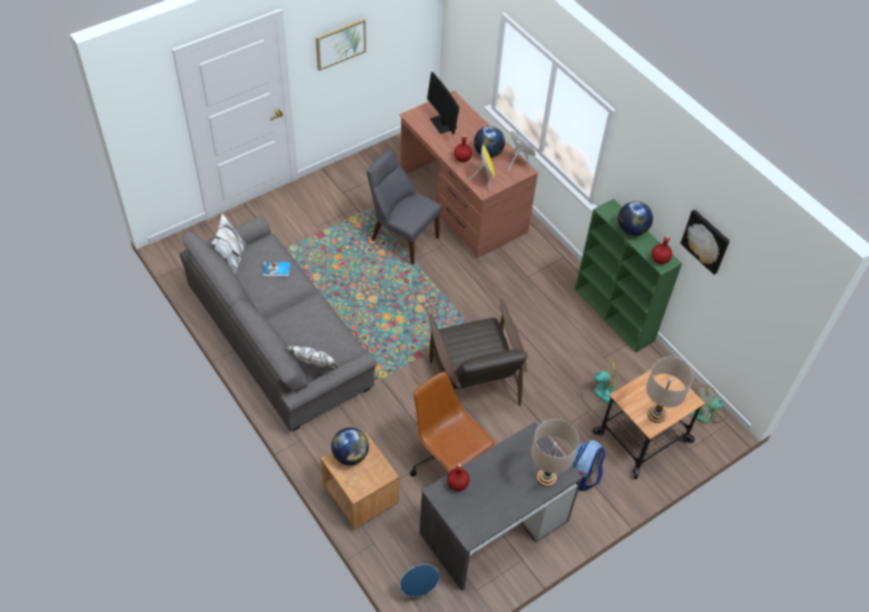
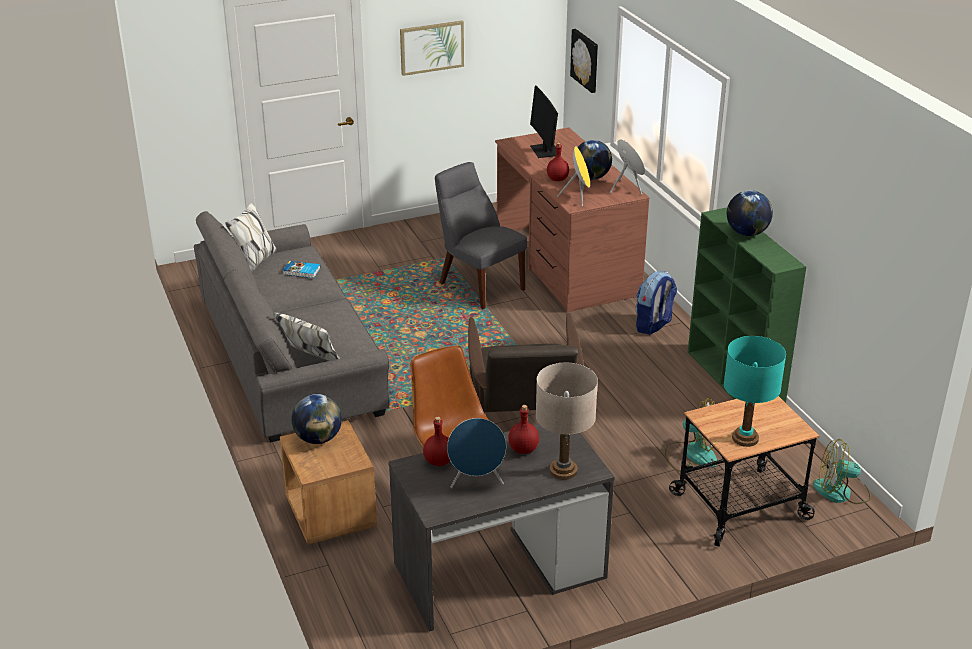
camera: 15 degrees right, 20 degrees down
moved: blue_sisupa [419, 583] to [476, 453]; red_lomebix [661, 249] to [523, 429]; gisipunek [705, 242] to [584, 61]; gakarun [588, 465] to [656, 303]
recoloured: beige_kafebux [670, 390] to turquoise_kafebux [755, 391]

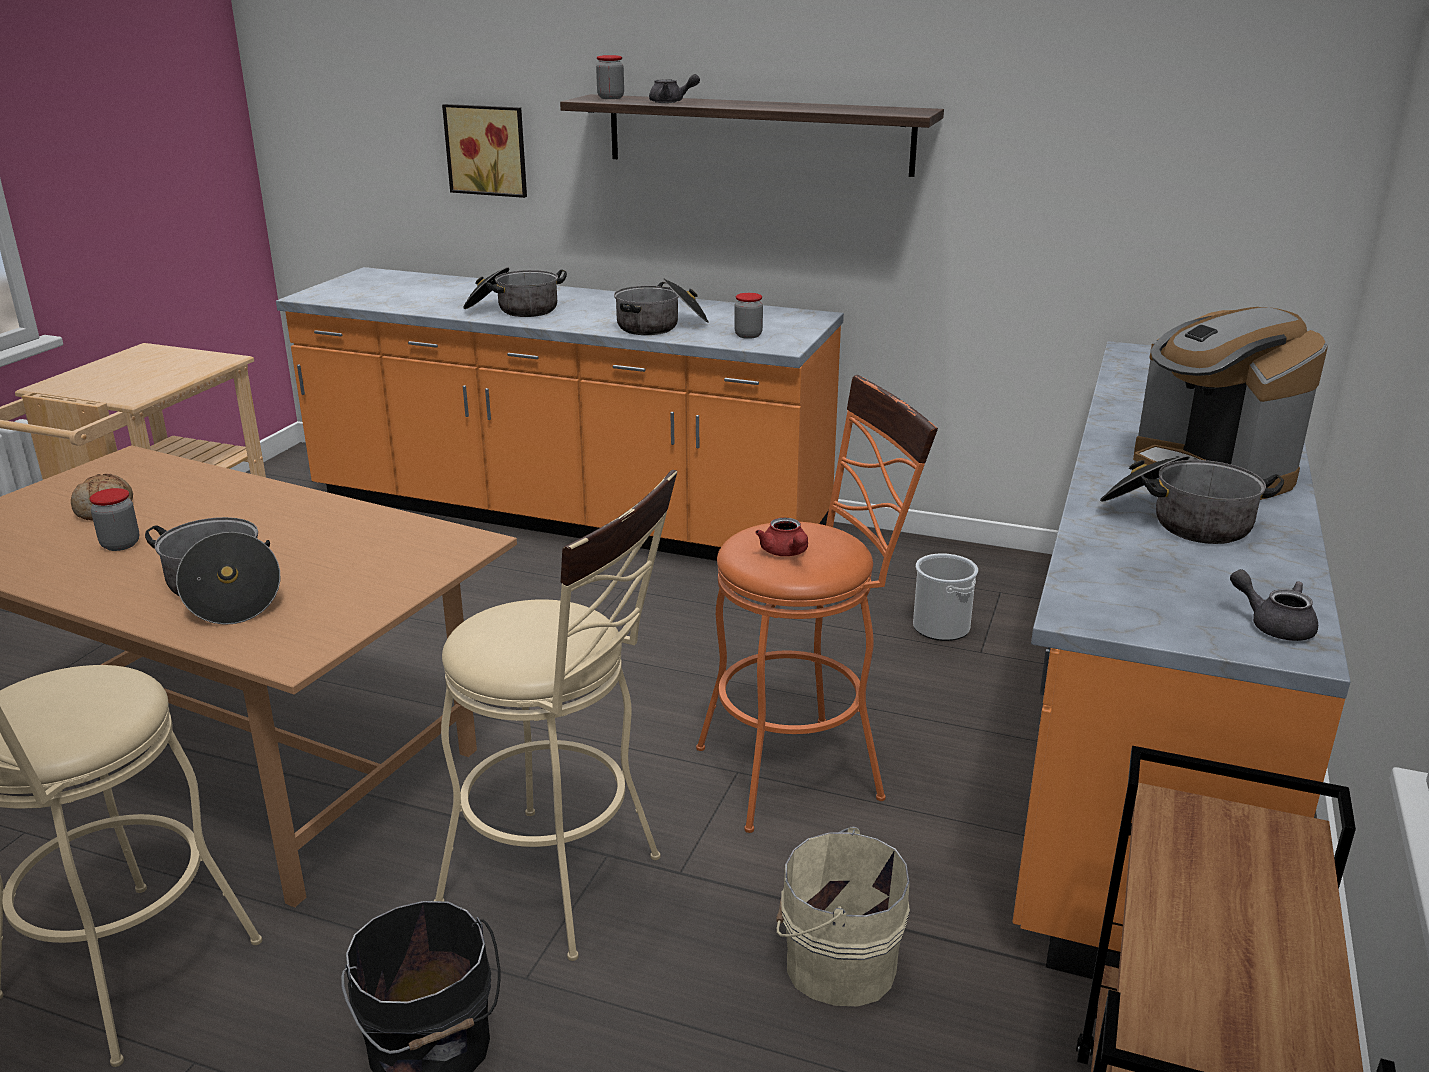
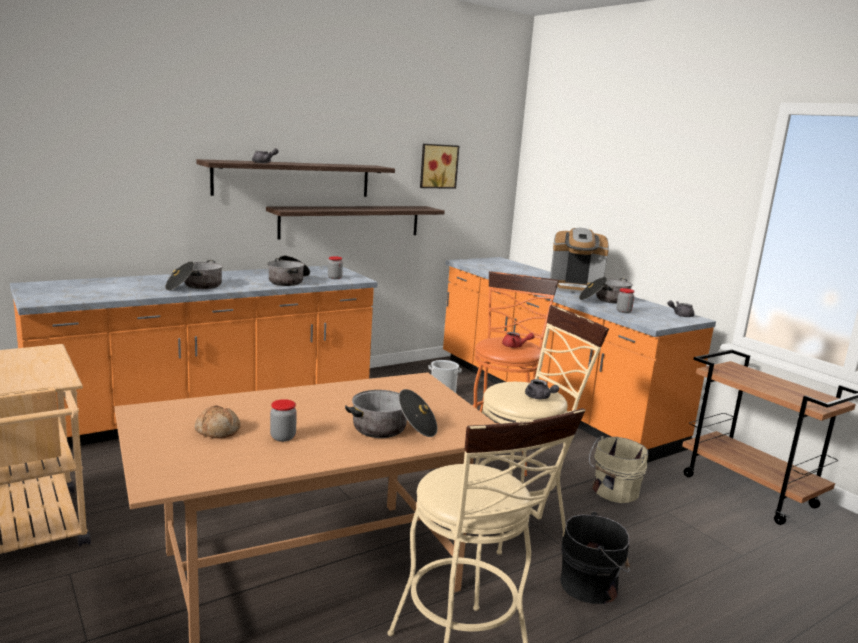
camera: 55 degrees left, 10 degrees down
added: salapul [355, 223]; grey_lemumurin [542, 389]
moved: gisipunek [484, 151] to [439, 166]; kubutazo [610, 77] to [625, 300]

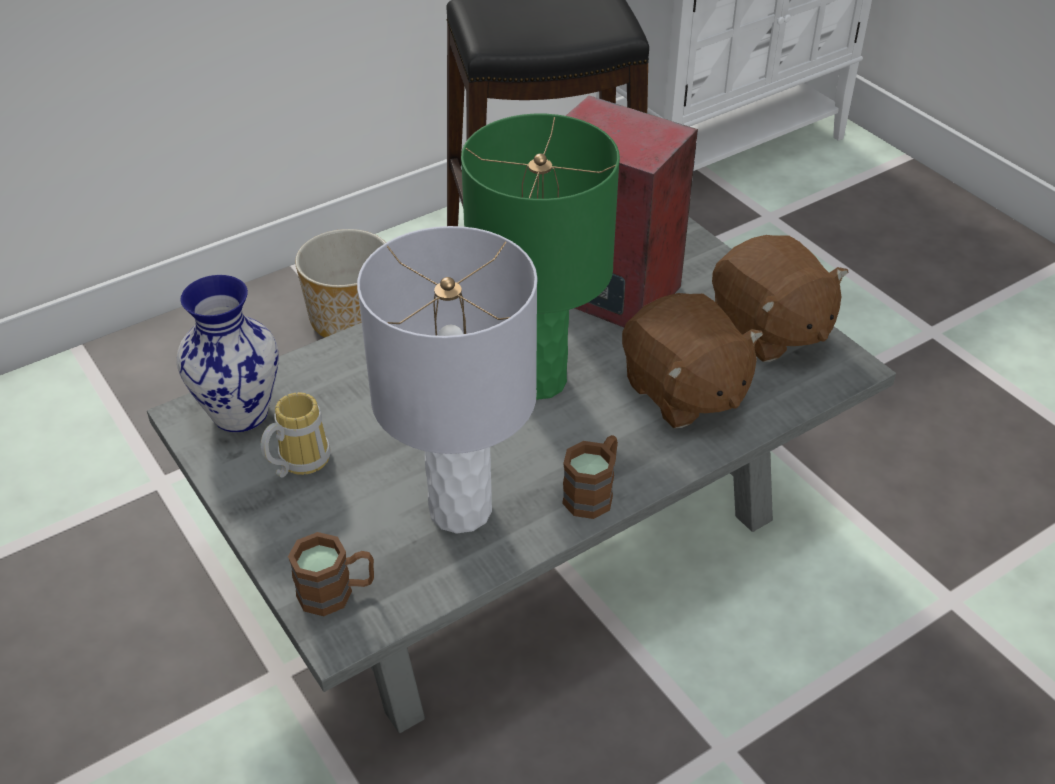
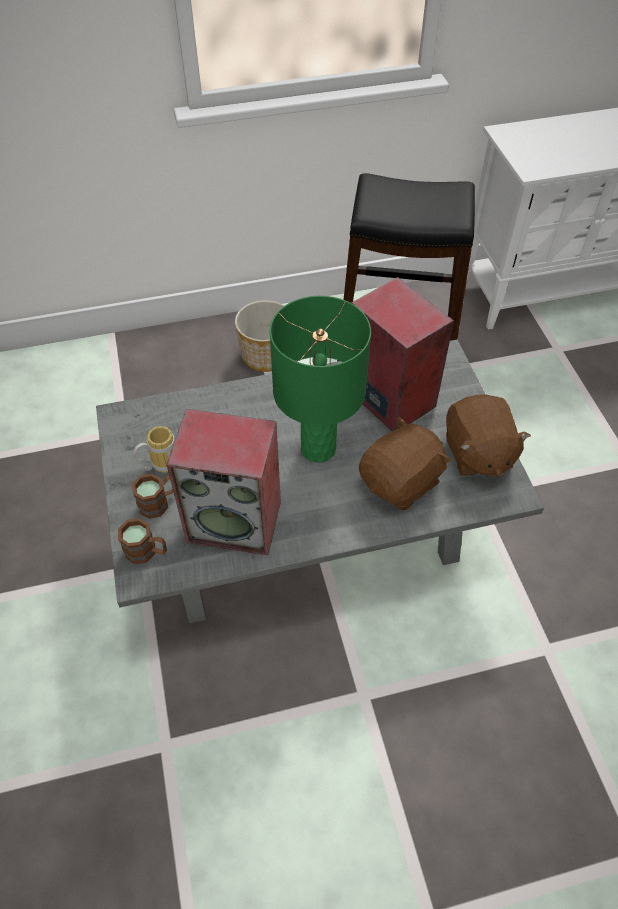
camera: 20 degrees right, 10 degrees up
removed: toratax [228, 353]
moved: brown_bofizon [590, 477] to [153, 496]
replaced: grey_kafebux [447, 380] to sisupa [223, 482]
turned: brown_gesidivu [692, 360] = [405, 463] 120 degrees counterclockwise

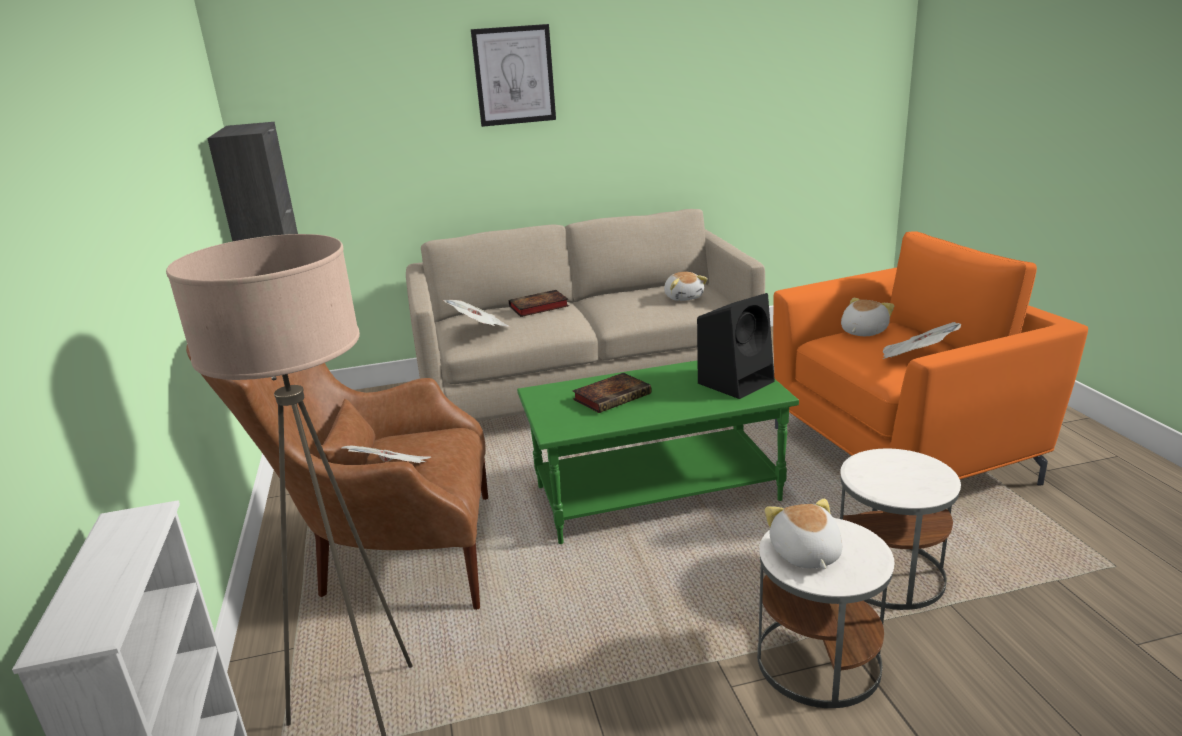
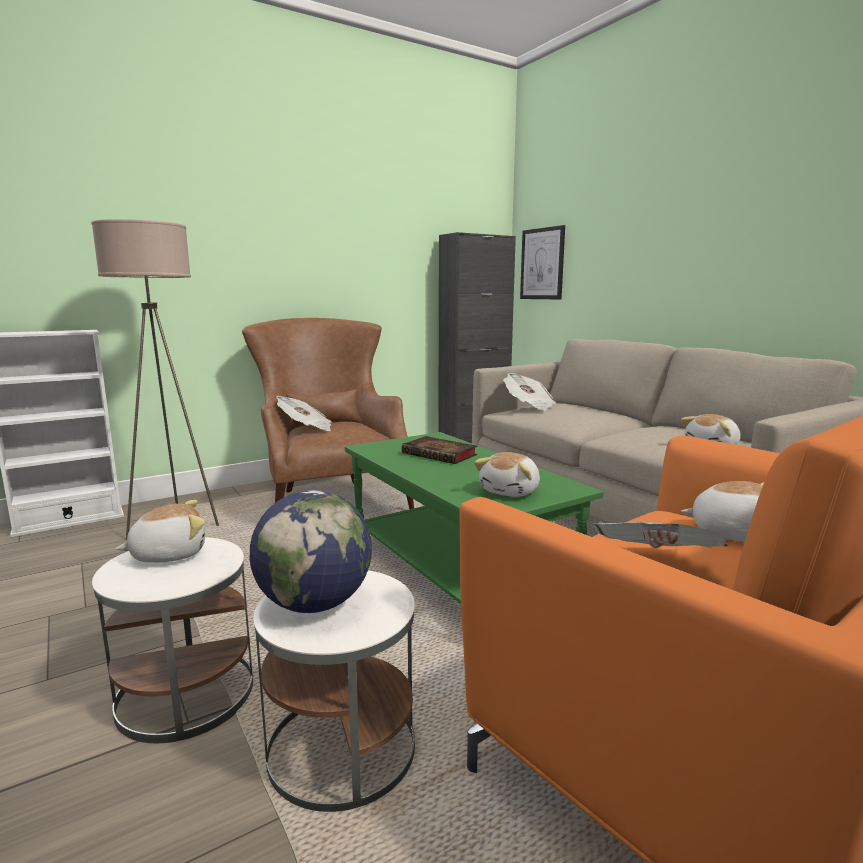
camera: 70 degrees right, 10 degrees down
removed: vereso [539, 303]
added: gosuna [311, 551]
moved: gisipunek [513, 75] to [542, 262]
replaced: black_sisupa [736, 346] to gesidivu [507, 474]

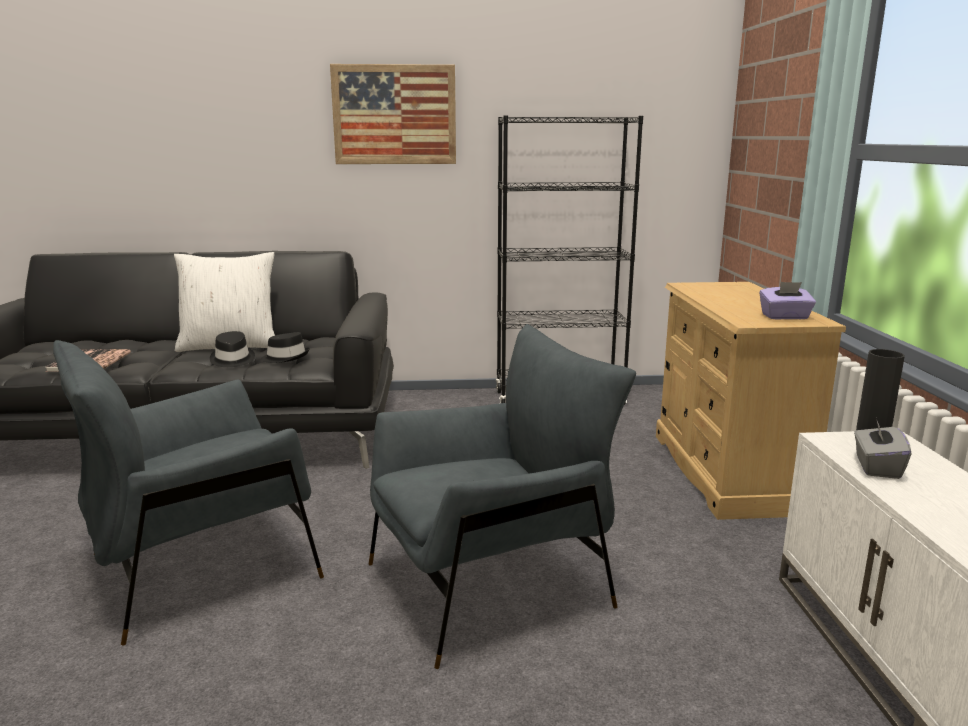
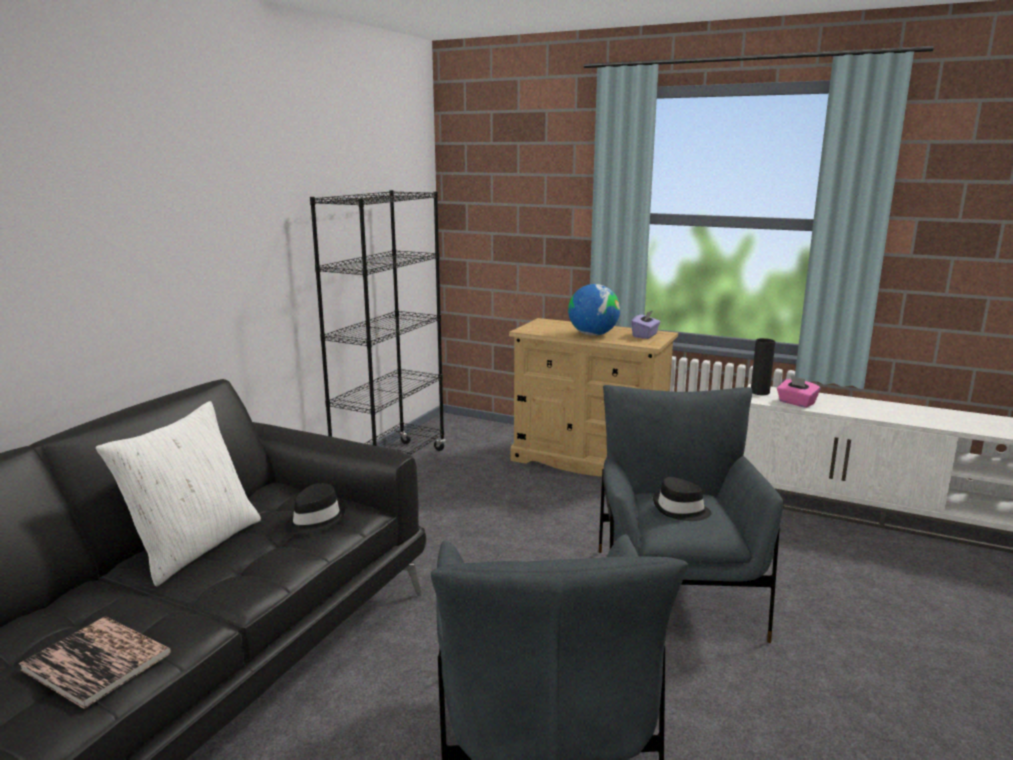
camera: 60 degrees left, 0 degrees up
removed: gisipunek [393, 114]
added: gosuna [594, 310]
moved: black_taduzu [232, 349] to [682, 499]
recoloured: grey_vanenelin [882, 449] to pink_vanenelin [798, 392]

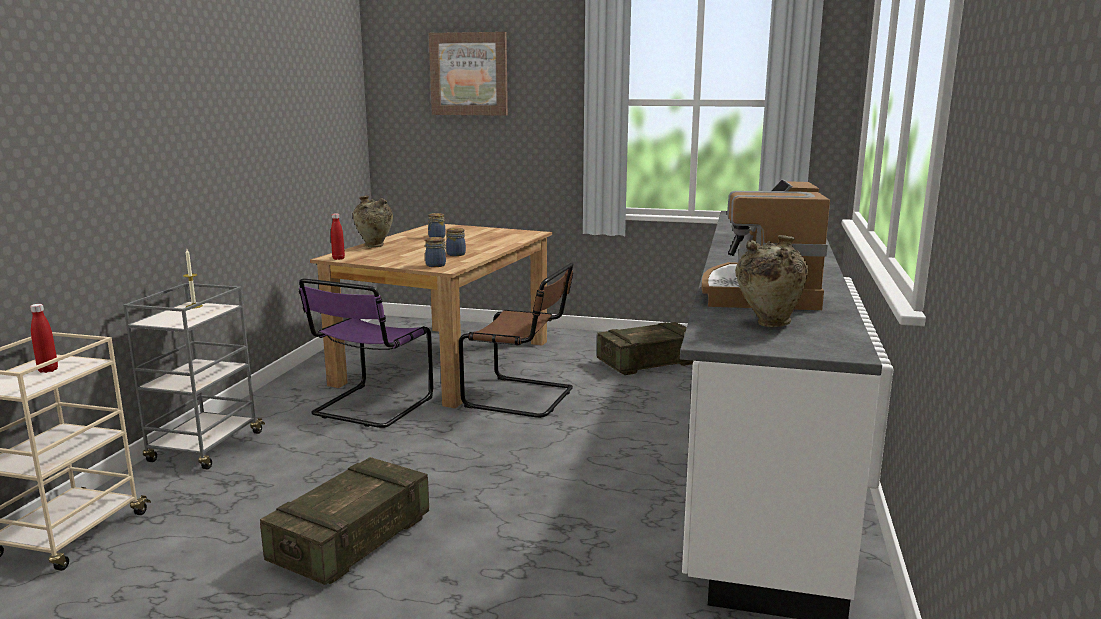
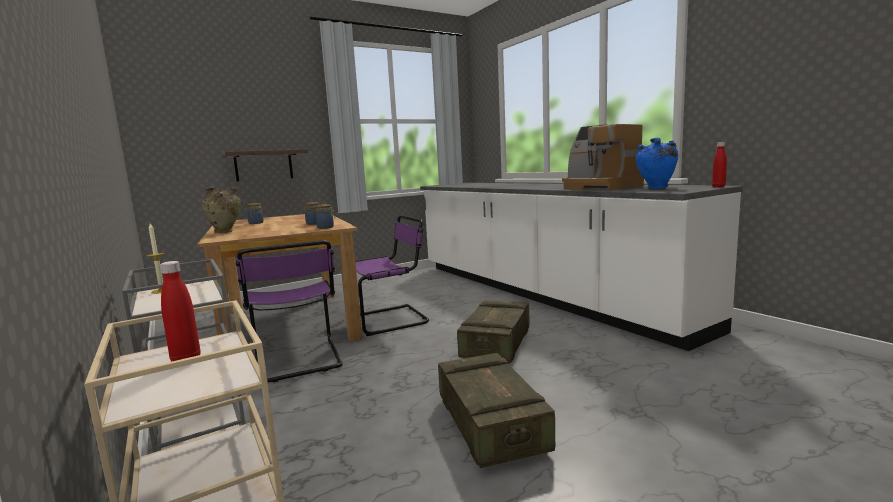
camera: 45 degrees left, 5 degrees down
removed: gisipunek [468, 74]
added: salapul [264, 165]
moved: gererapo [645, 348] to [493, 332]; red_lomebix [338, 236] to [719, 164]
recoloured: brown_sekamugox [516, 340] to purple_sekamugox [392, 275]; beige_toratax [771, 281] to blue_toratax [657, 163]

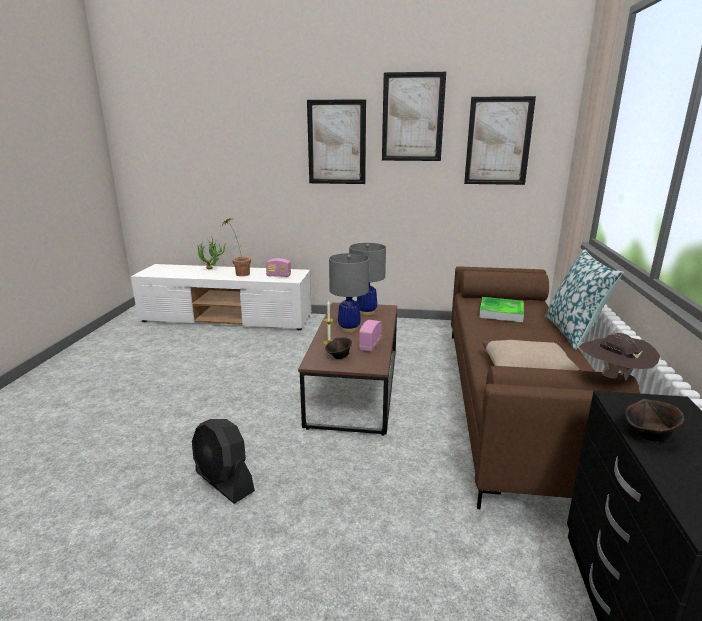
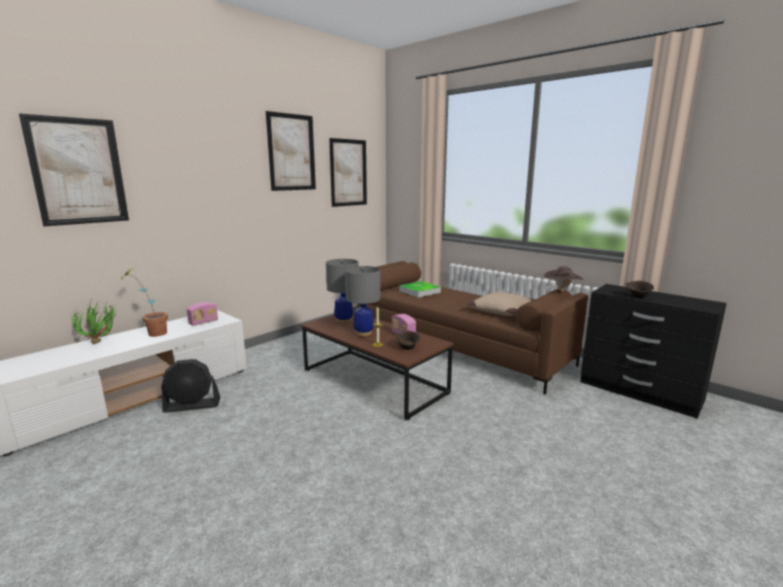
camera: 55 degrees left, 5 degrees down
removed: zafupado [584, 299]
moved: gisipunek [336, 141] to [74, 169]; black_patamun [223, 461] to [190, 386]

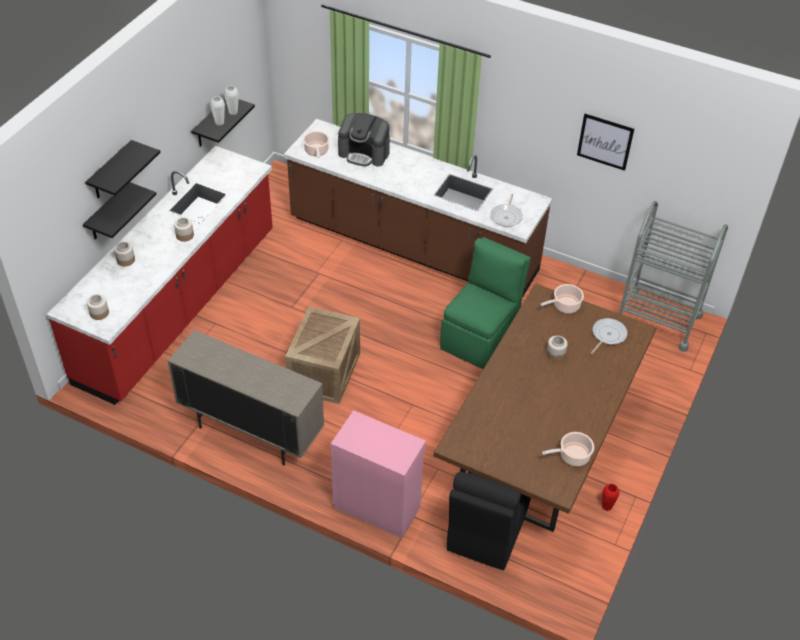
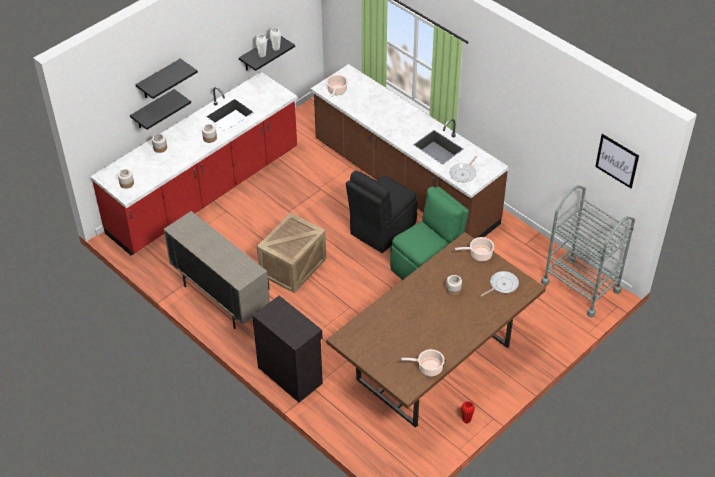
camera: 20 degrees right, 0 degrees up
removed: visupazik [364, 140]
moved: black_sekamugox [489, 520] to [381, 212]; gisipunek [605, 142] to [617, 161]
recoloured: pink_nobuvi [378, 474] to black_nobuvi [287, 349]

